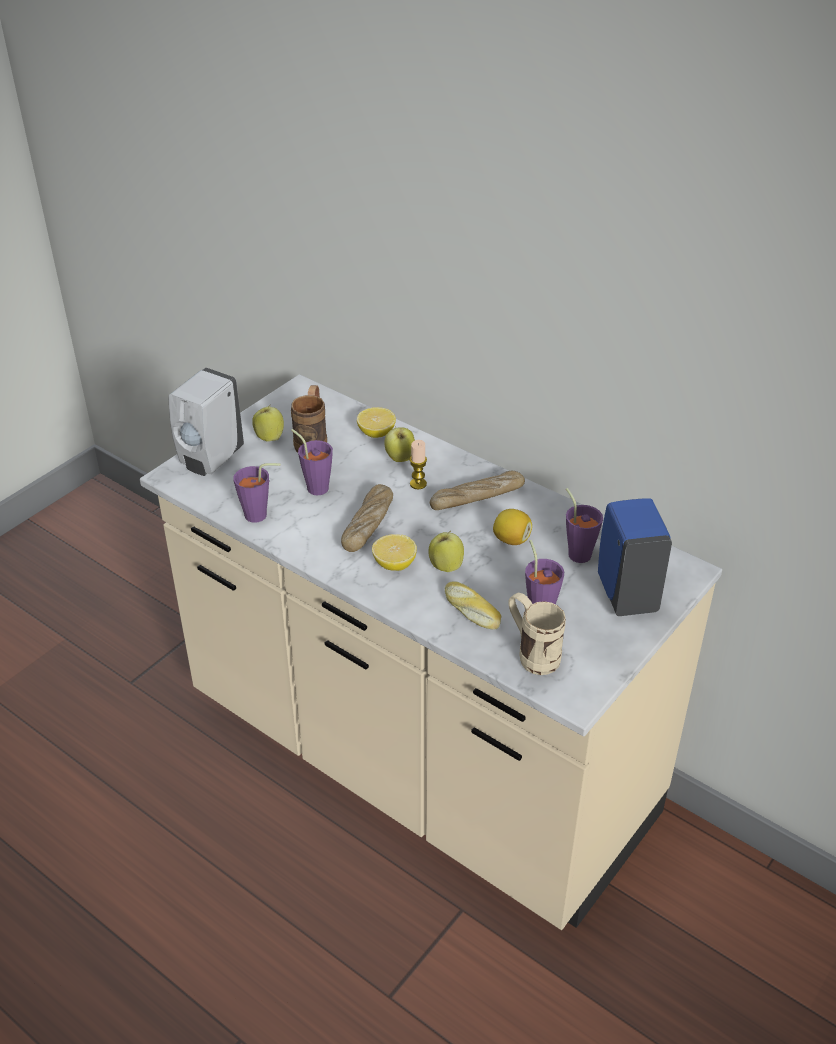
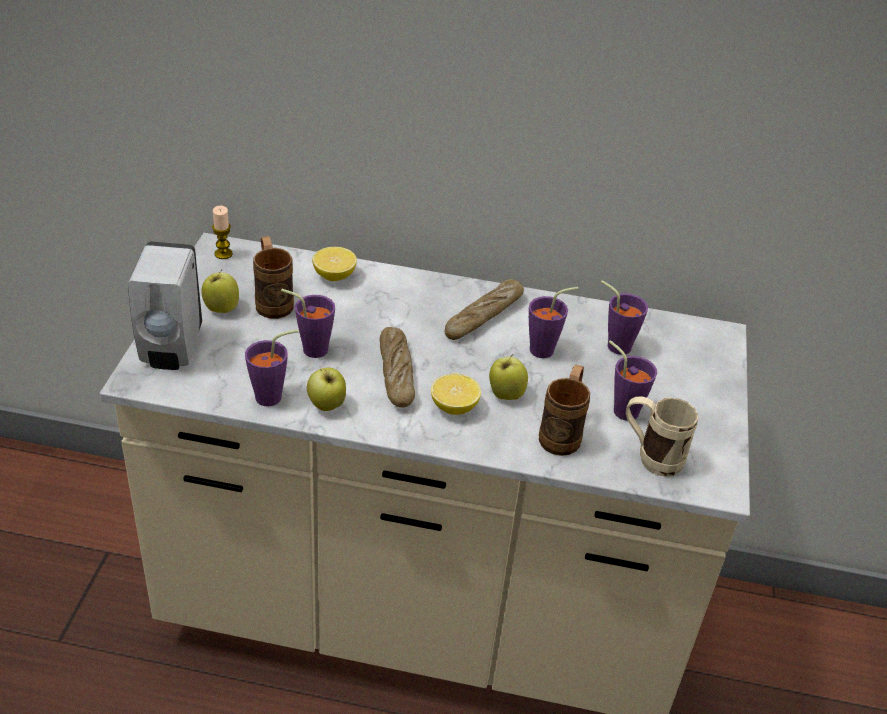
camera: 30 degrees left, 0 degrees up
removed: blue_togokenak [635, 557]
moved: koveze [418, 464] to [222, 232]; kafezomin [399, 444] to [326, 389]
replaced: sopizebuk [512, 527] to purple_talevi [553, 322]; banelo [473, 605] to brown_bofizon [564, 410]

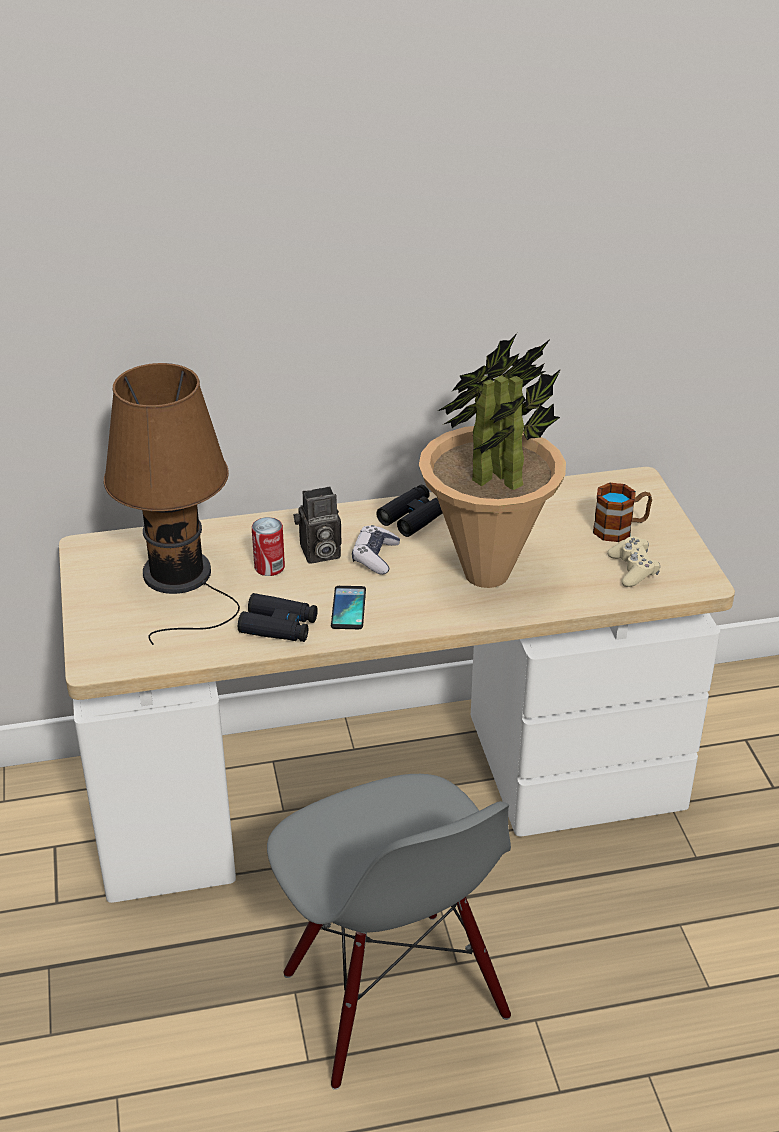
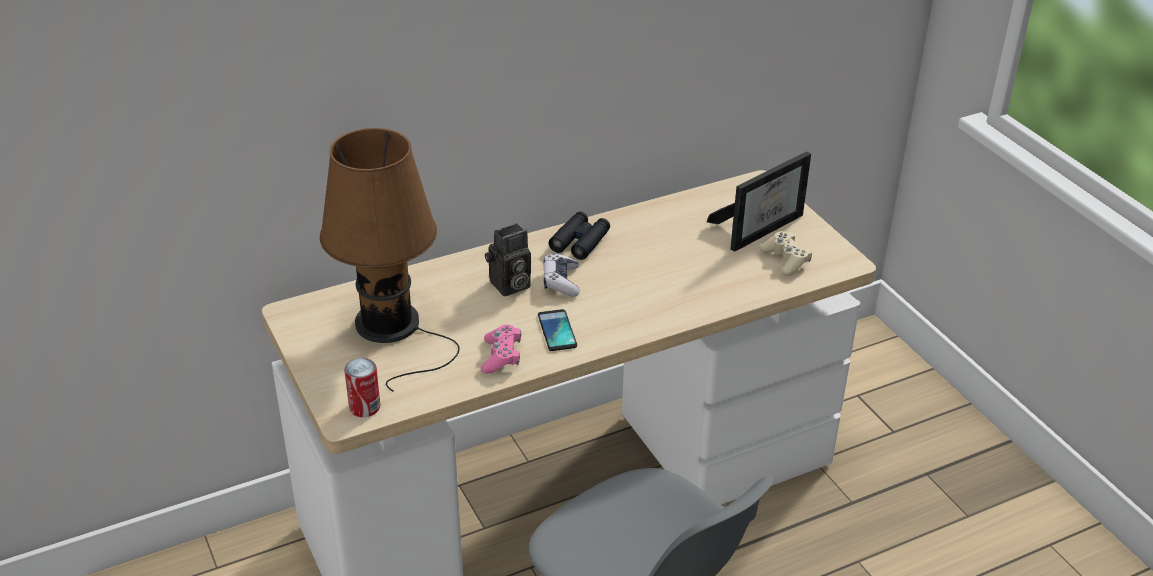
camera: 15 degrees left, 0 degrees up
removed: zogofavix [492, 460]
moved: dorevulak [268, 546] to [362, 387]
replaced: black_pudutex [278, 617] to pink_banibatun [501, 348]; bofizon [622, 512] to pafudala [759, 201]

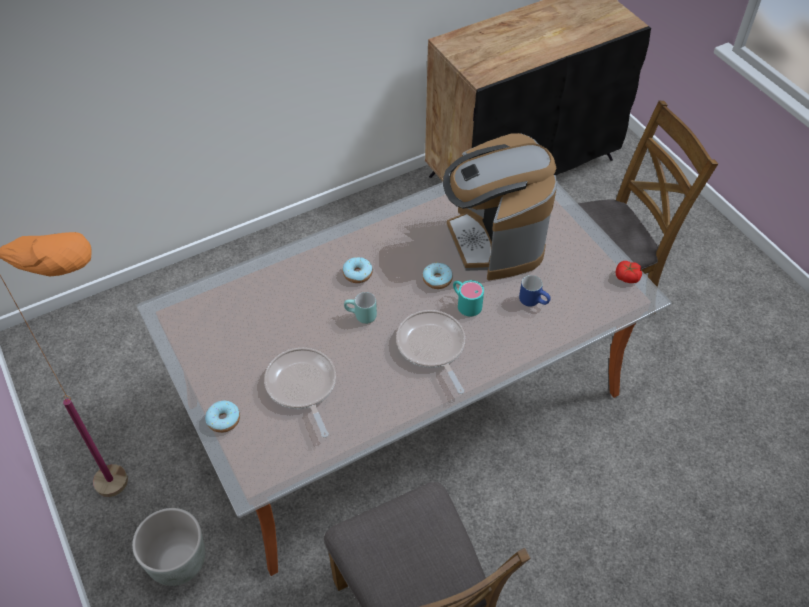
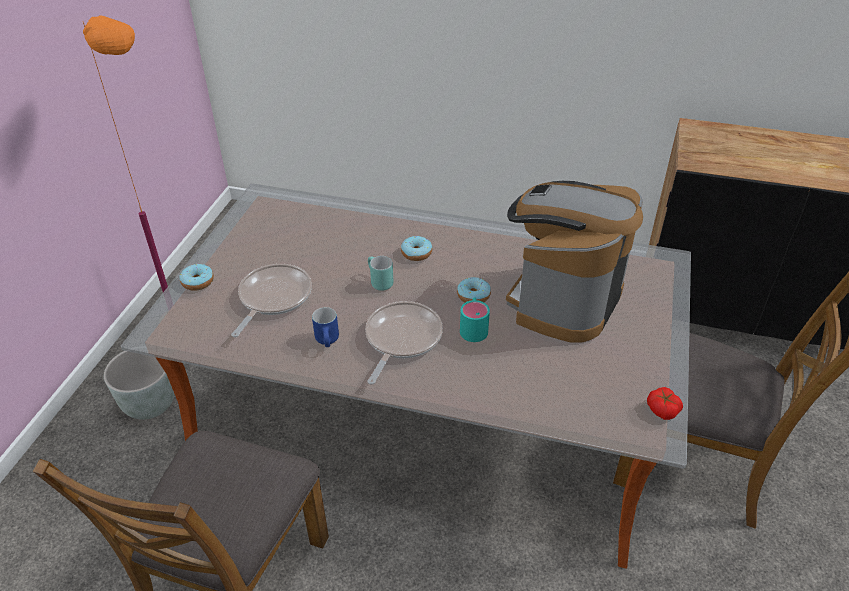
camera: 45 degrees right, 10 degrees down
moved: blue_bofizon [535, 291] to [325, 327]

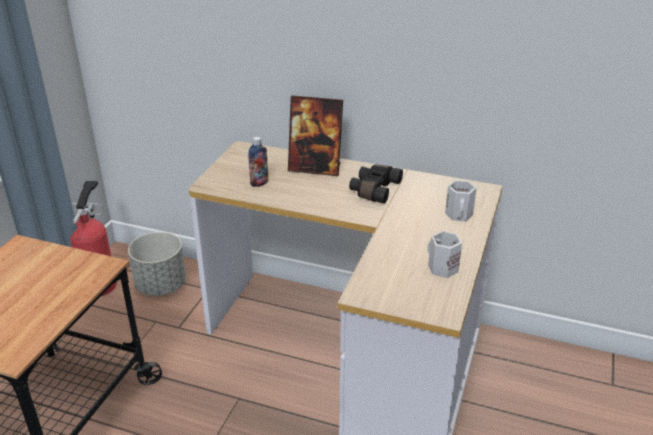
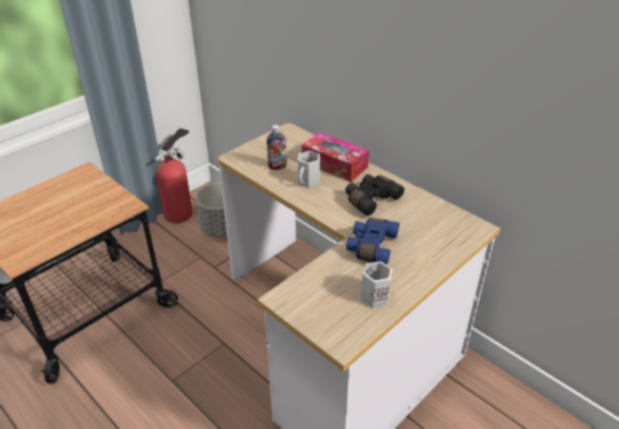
camera: 25 degrees right, 5 degrees up
added: blue_pudutex [372, 241]
moved: white_bofizon [461, 200] to [309, 169]
replaced: pafudala [315, 135] to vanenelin [335, 157]

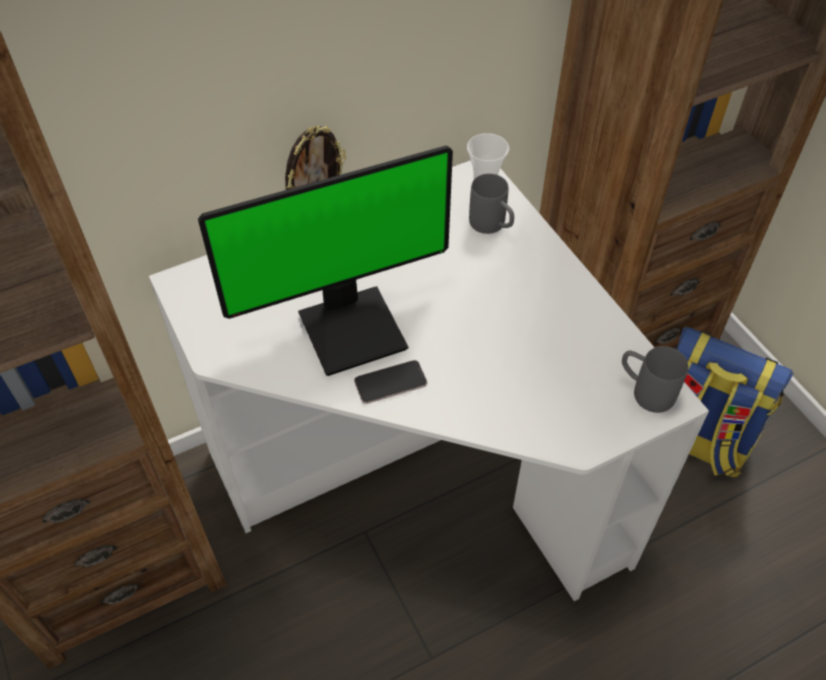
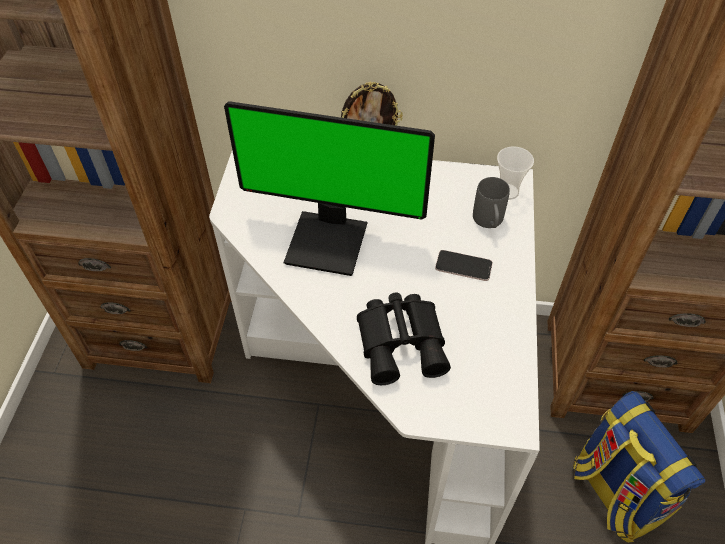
camera: 35 degrees right, 0 degrees up
removed: grey_bofizon [655, 379]
added: black_pudutex [404, 338]
moved: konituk [390, 382] to [464, 265]

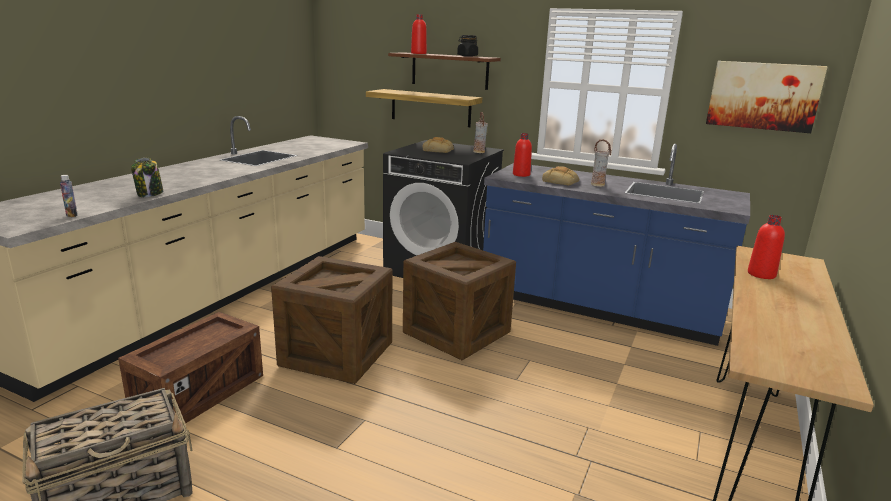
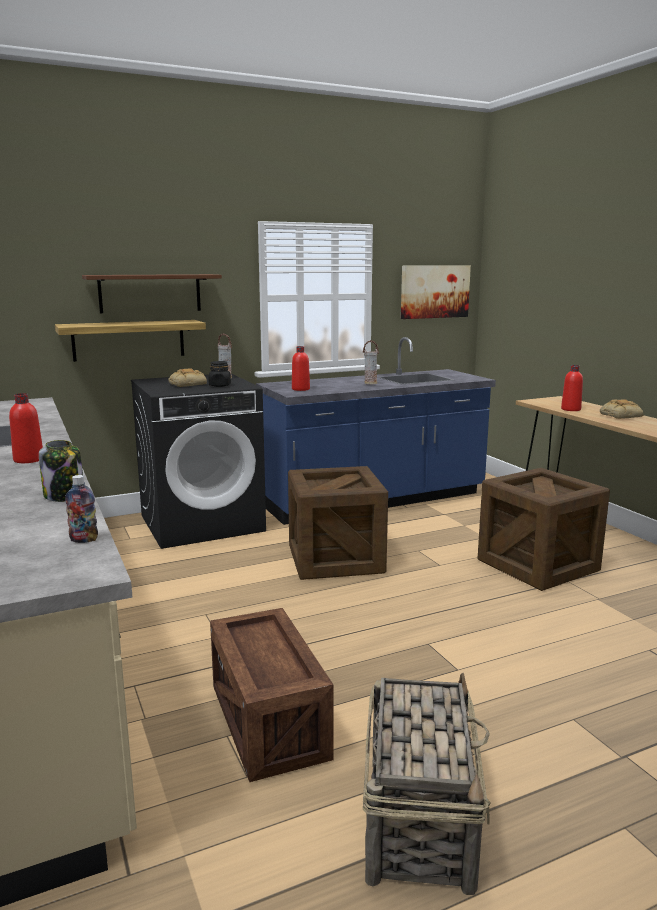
camera: 50 degrees left, 5 degrees down
moved: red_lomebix [419, 34] to [26, 428]; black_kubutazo [467, 46] to [219, 374]; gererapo [331, 320] to [543, 529]; banelo [560, 176] to [622, 409]

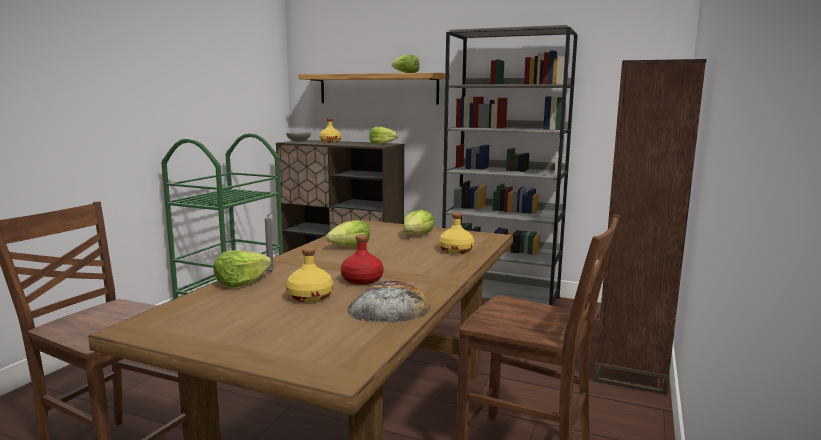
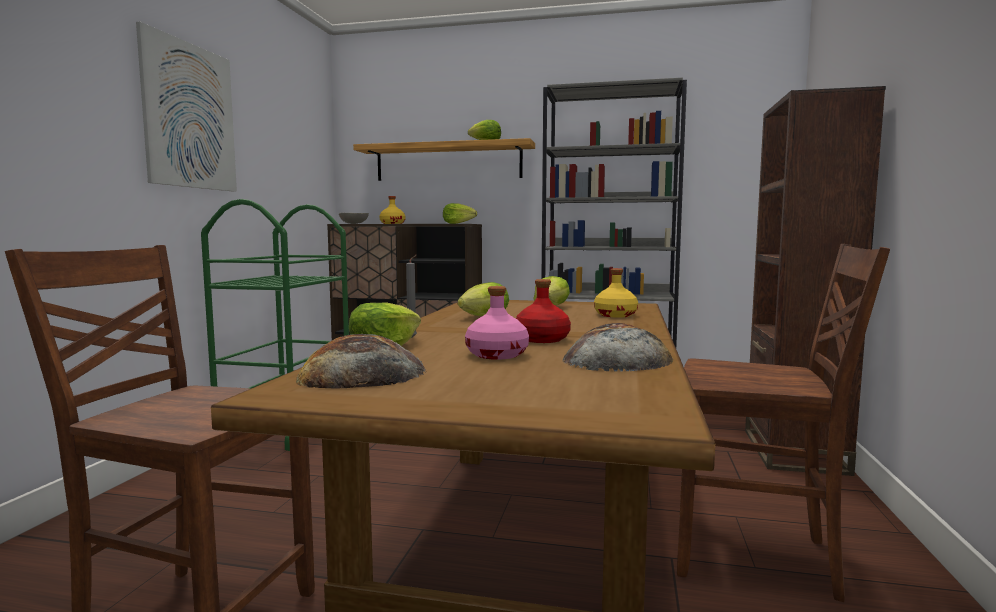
camera: 10 degrees left, 5 degrees down
added: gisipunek [186, 106]; banelo [361, 361]
recoloured: yellow_lomebix [309, 274] to pink_lomebix [497, 323]

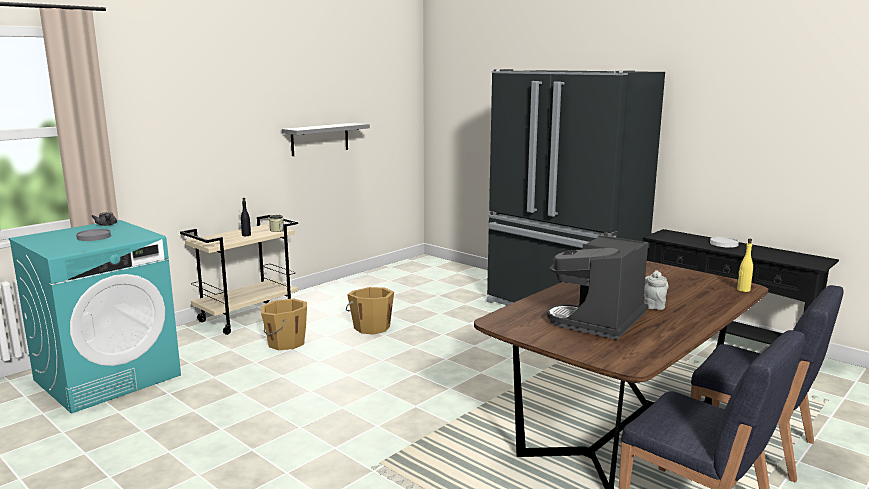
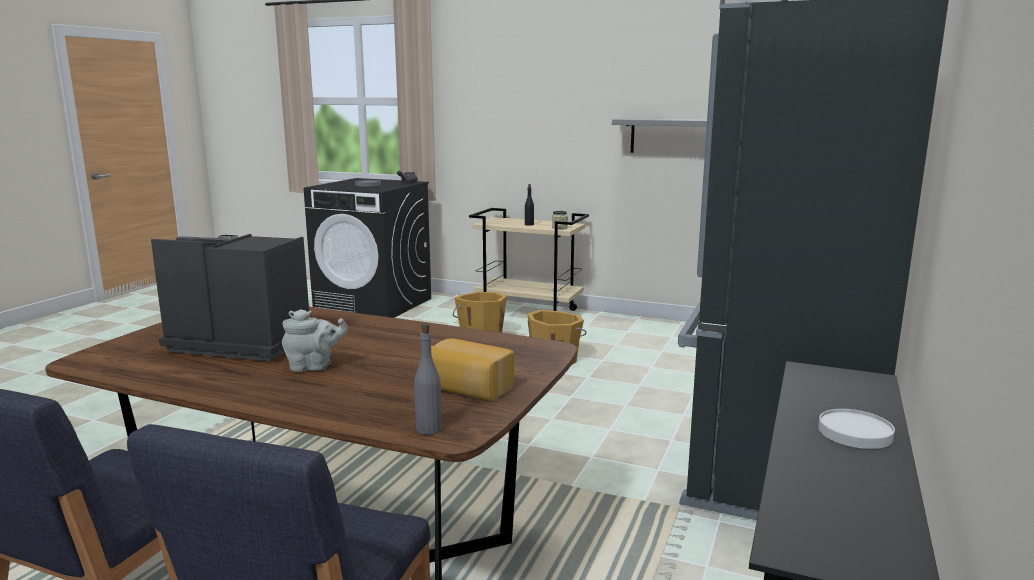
camera: 70 degrees right, 0 degrees up
added: banelo [472, 369]
recoloured: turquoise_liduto [94, 317] to black_liduto [367, 248]; yellow_lomebix [745, 265] to grey_lomebix [428, 379]

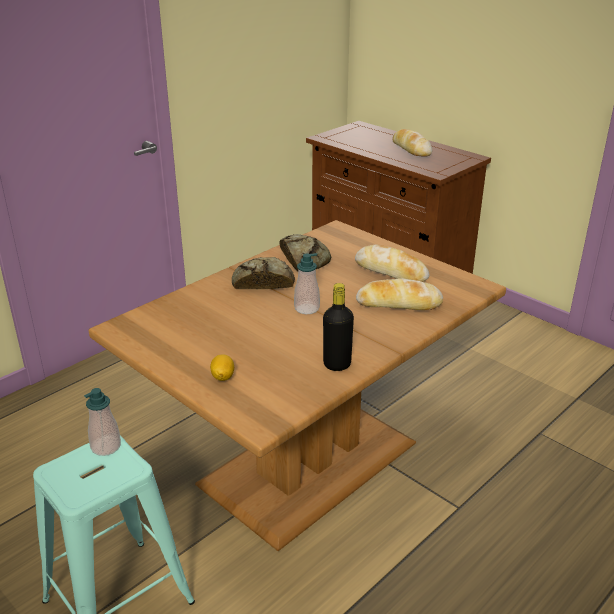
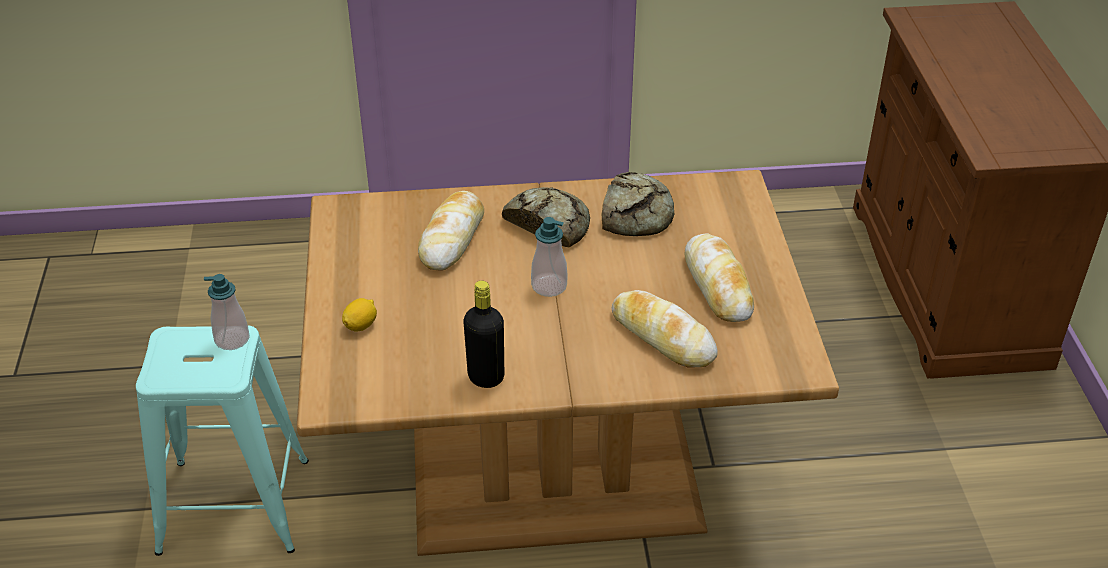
camera: 40 degrees right, 10 degrees up
moved: banelo [412, 143] to [451, 230]

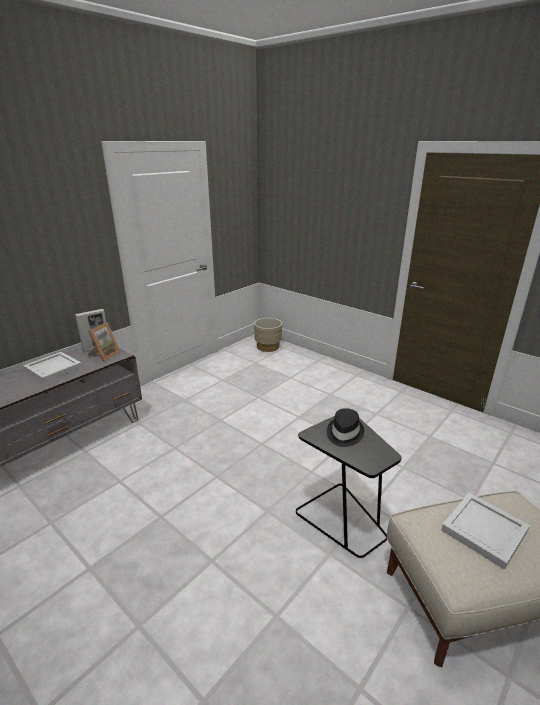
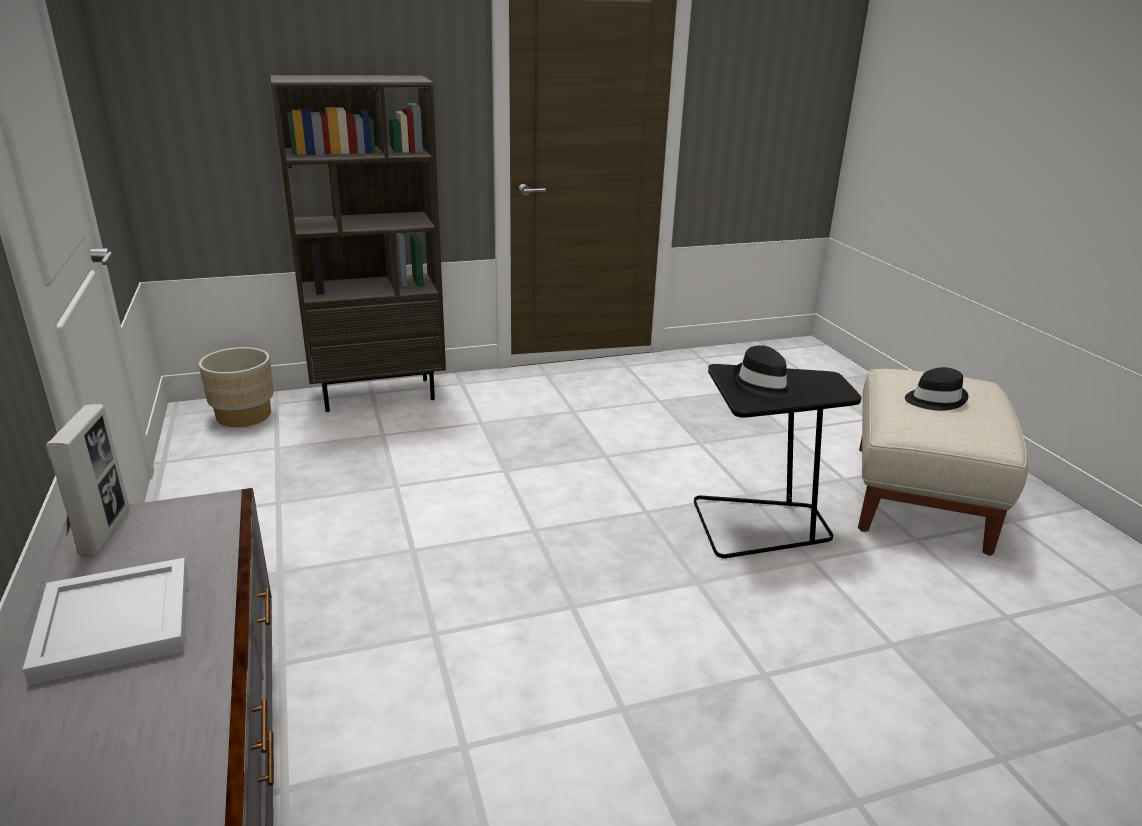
camera: 60 degrees left, 0 degrees up
removed: pafudala [104, 342]
added: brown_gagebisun [358, 243]
replaced: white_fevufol [485, 531] to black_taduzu [936, 389]

